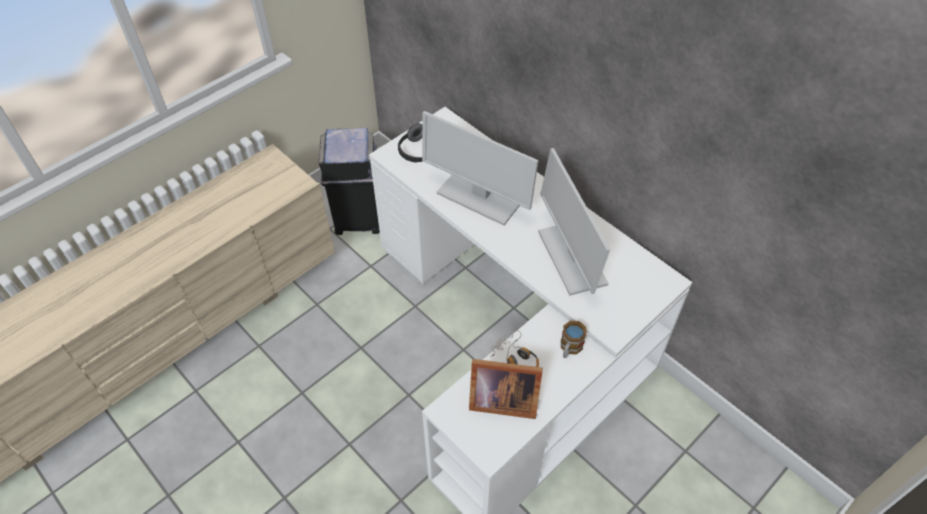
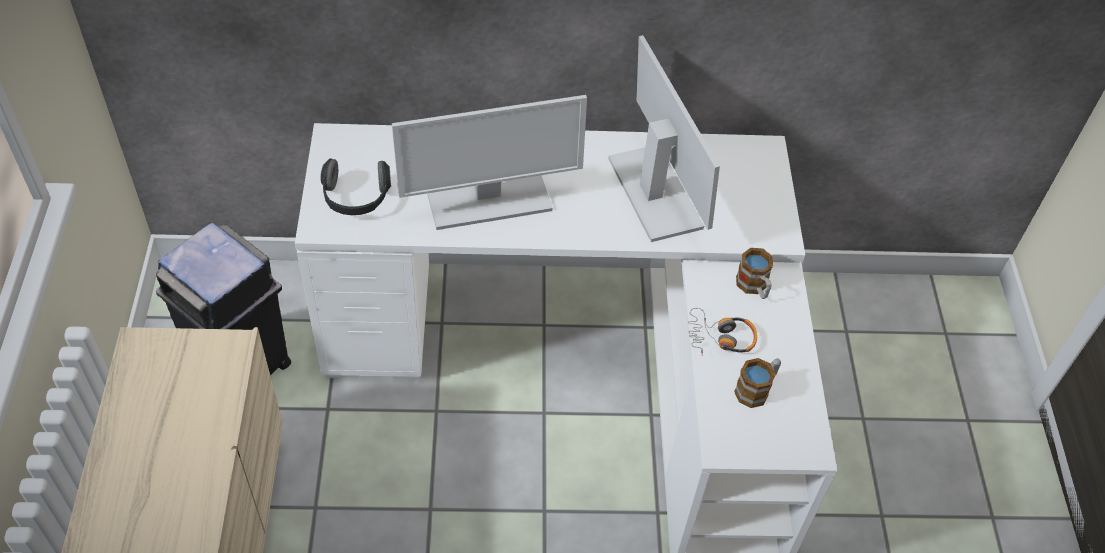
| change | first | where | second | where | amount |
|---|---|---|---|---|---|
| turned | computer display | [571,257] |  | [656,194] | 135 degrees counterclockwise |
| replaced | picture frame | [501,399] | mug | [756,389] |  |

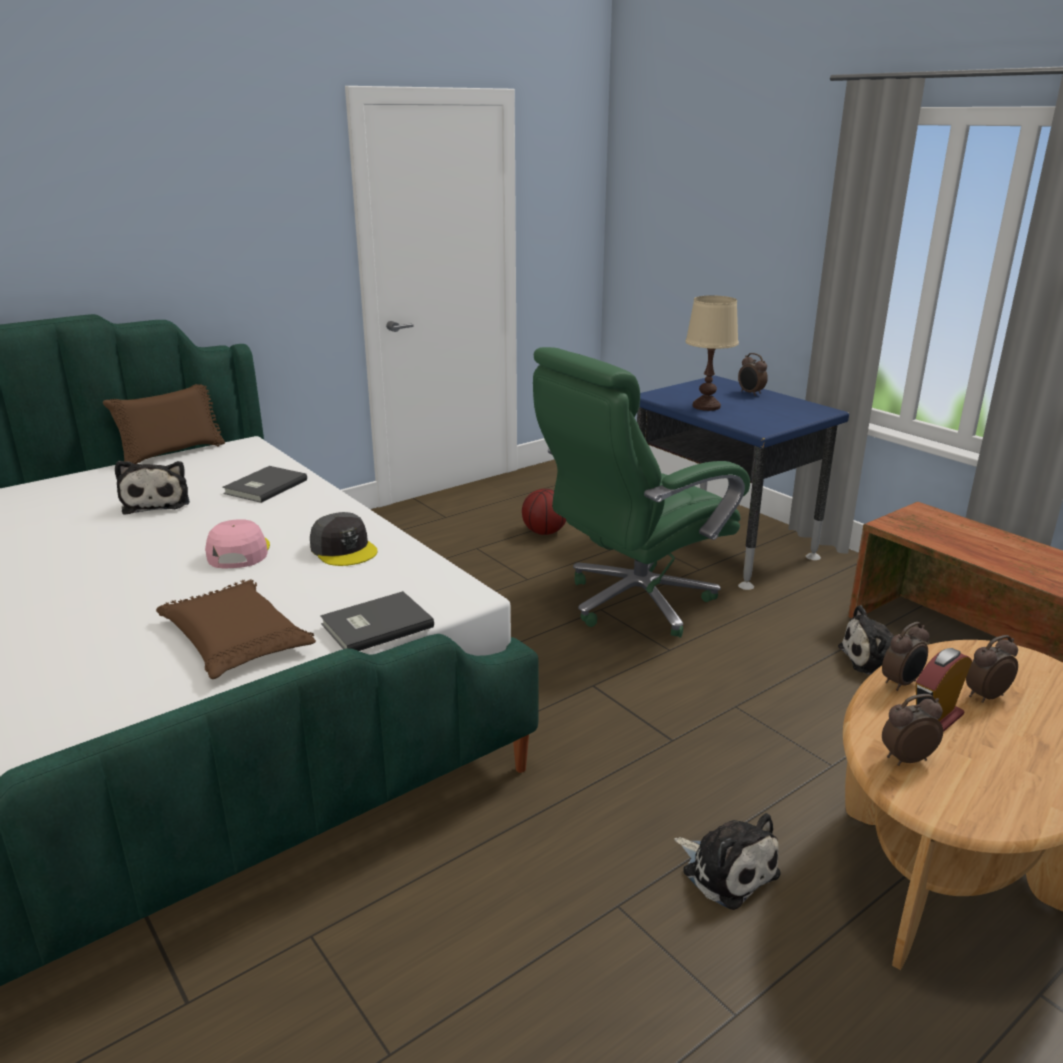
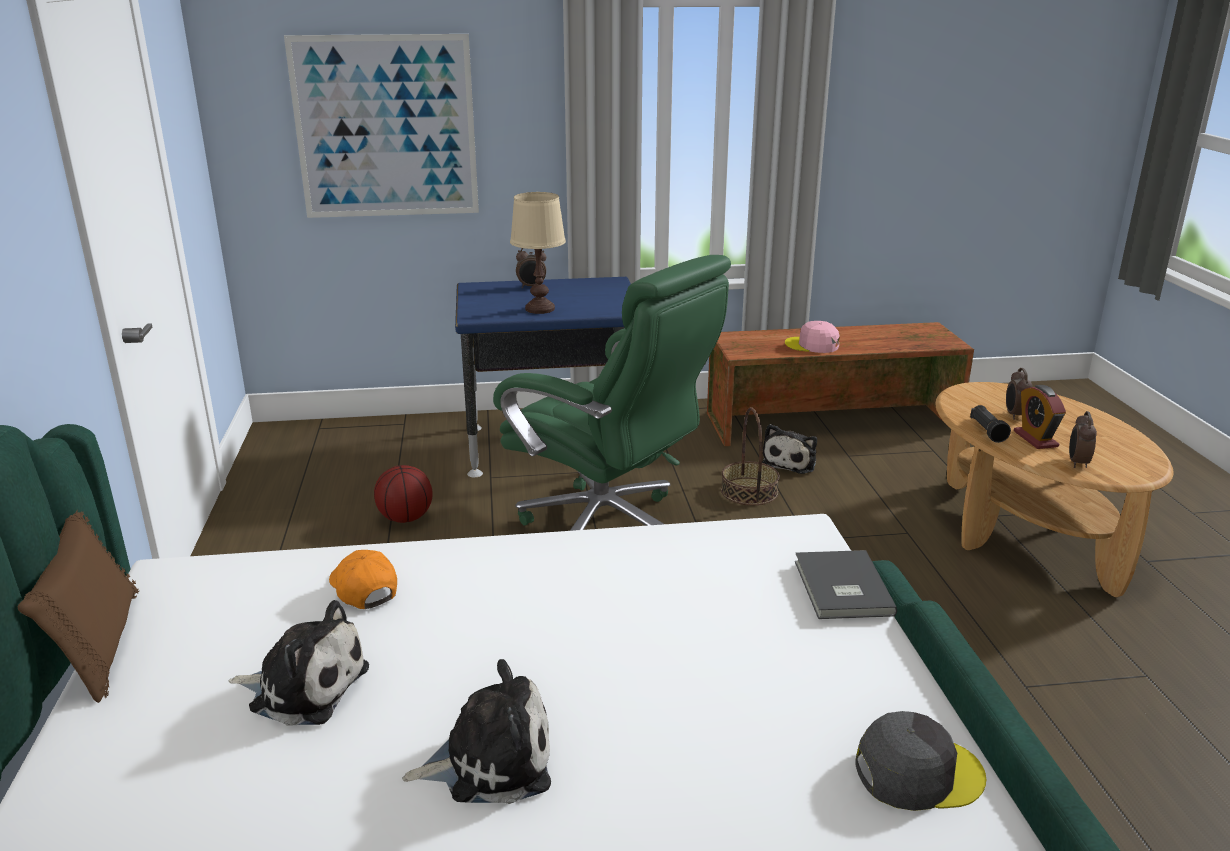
| change | first | where | second | where | amount |
|---|---|---|---|---|---|
| added |  |  | wall picture | [386,127] |  |
| replaced | volume (grey) | [263,487] | peaked cap (orangey) | [363,588] |  |
| moved | plush toy | [726,870] |  | [490,761] |  |
| turned | desk chair (green) | [632,605] |  | [609,525] | 45 degrees counterclockwise |
| added |  |  | household basket | [749,491] |  |
| moved | peaked cap (pink) | [238,552] |  | [812,345] |  |
| moved | peaked cap (grey) | [344,549] |  | [917,772] |  |
| replaced | alarm clock | [901,683] | hand torch (black-coloured) | [987,431] |  |
| removed | cushion (brownish) | [235,637] |  |  |  |

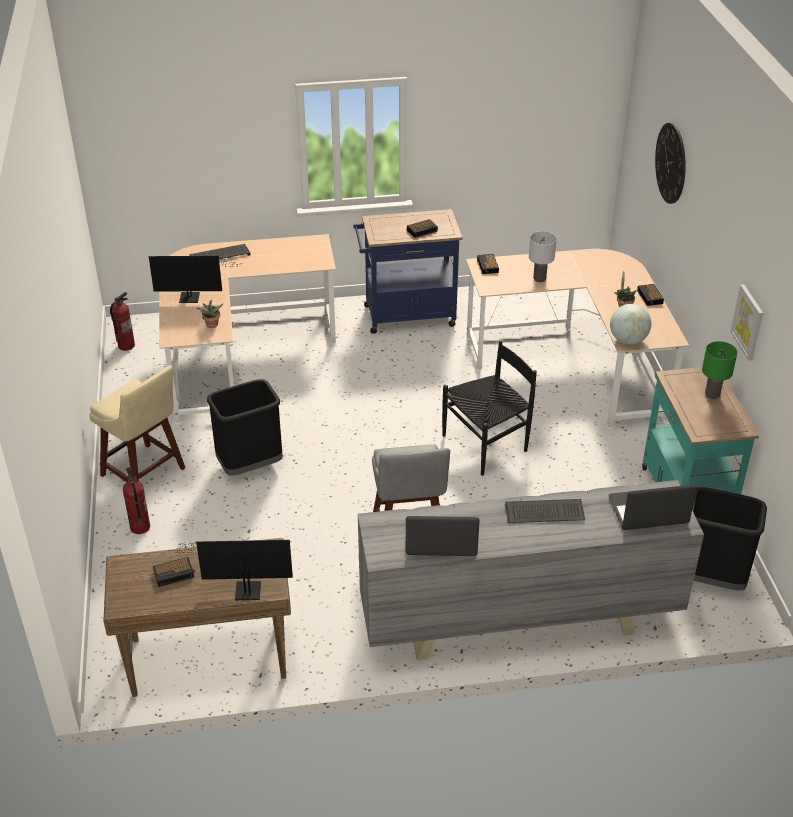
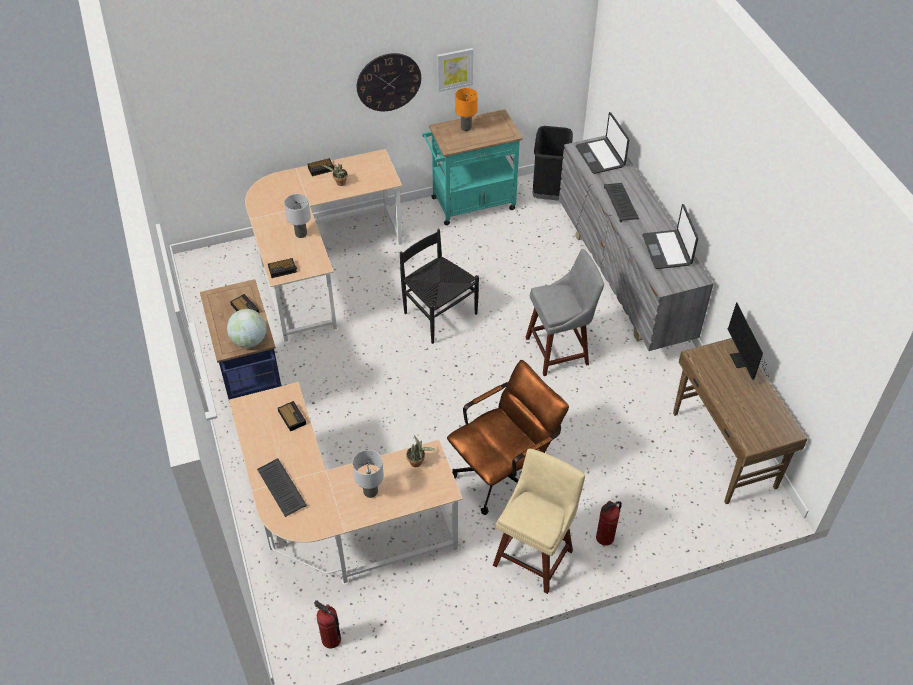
| change | first | where | second | where | amount |
|---|---|---|---|---|---|
| moved | world globe | [628,340] |  | [249,340] |  |
| moved | alarm clock | [174,574] |  | [291,417] |  |
| replaced | computer display | [193,298] | lamp for a table (white-coloured) | [370,492] |  |
| moved | clock on the wall | [671,163] |  | [388,82] |  |
| replaced | trash can (black-coloured) | [250,466] | desk chair (brownish) | [504,473] |  |
| recoloured | lamp for a table (green) | [711,395] | lamp for a table (orangey) | [466,128] |  |

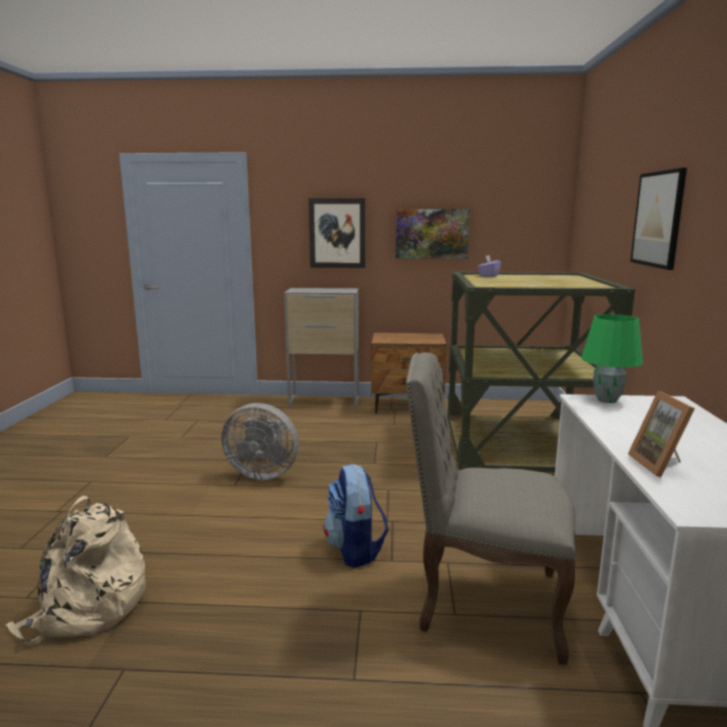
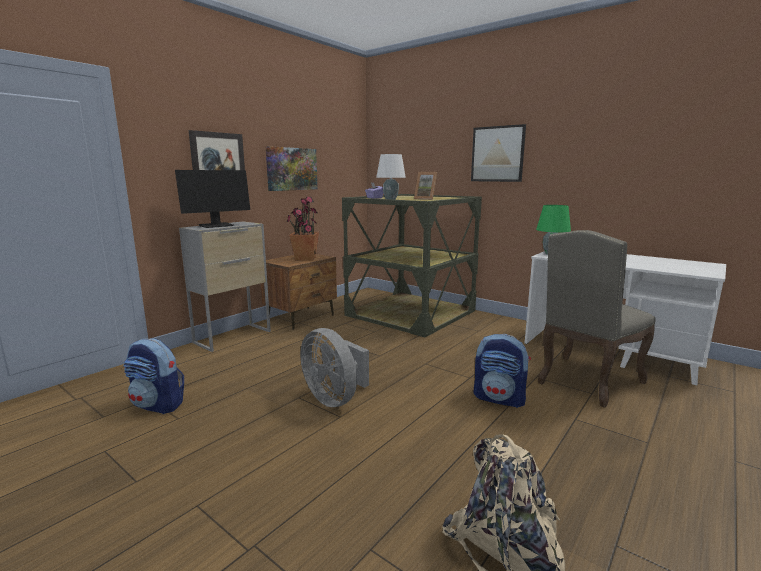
| change | first | where | second | where | amount |
|---|---|---|---|---|---|
| added |  |  | knapsack | [158,405] |  |
| added |  |  | computer display | [216,226] |  |
| added |  |  | houseplant | [305,258] |  |
| turned | fan (grey) | [262,473] |  | [335,398] | 90 degrees clockwise |
| added |  |  | lamp for a table (white-coloured) | [391,199] |  |
| moved | picture frame | [661,465] |  | [426,199] |  |

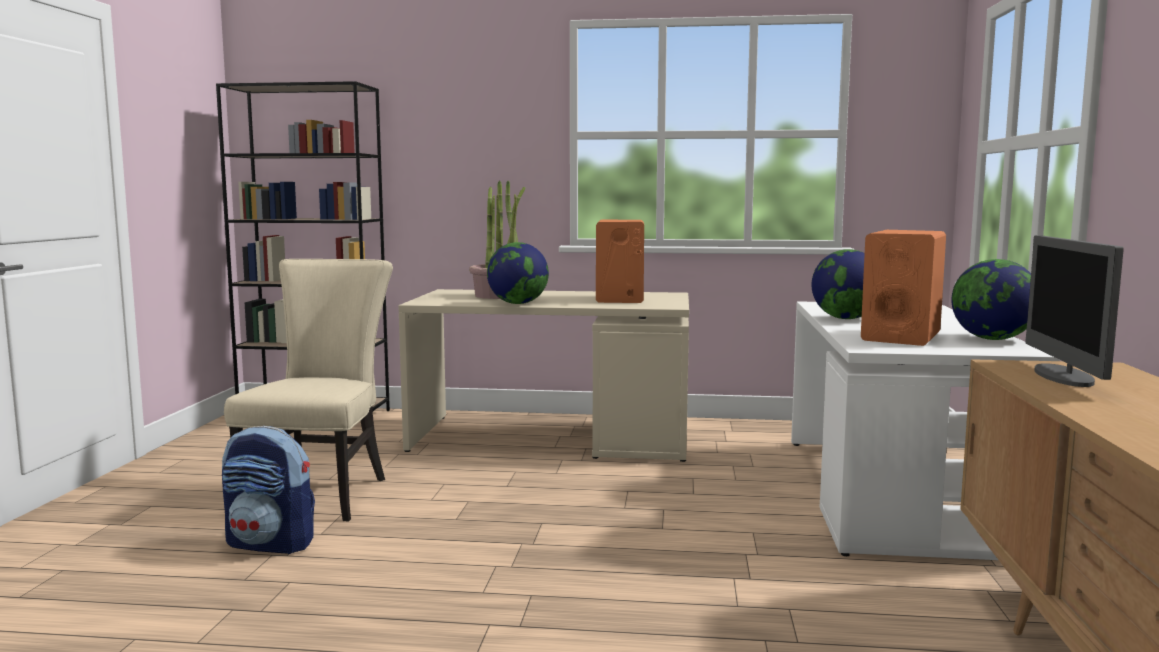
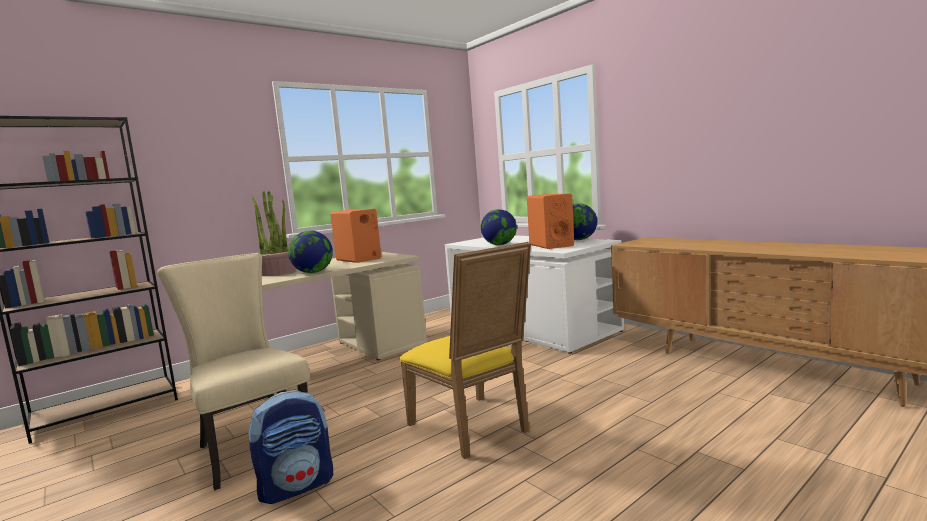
| change | first | where | second | where | amount |
|---|---|---|---|---|---|
| added |  |  | plain chair (yellow-coloured) | [474,428] |  |
| removed | computer display | [1063,376] |  |  |  |

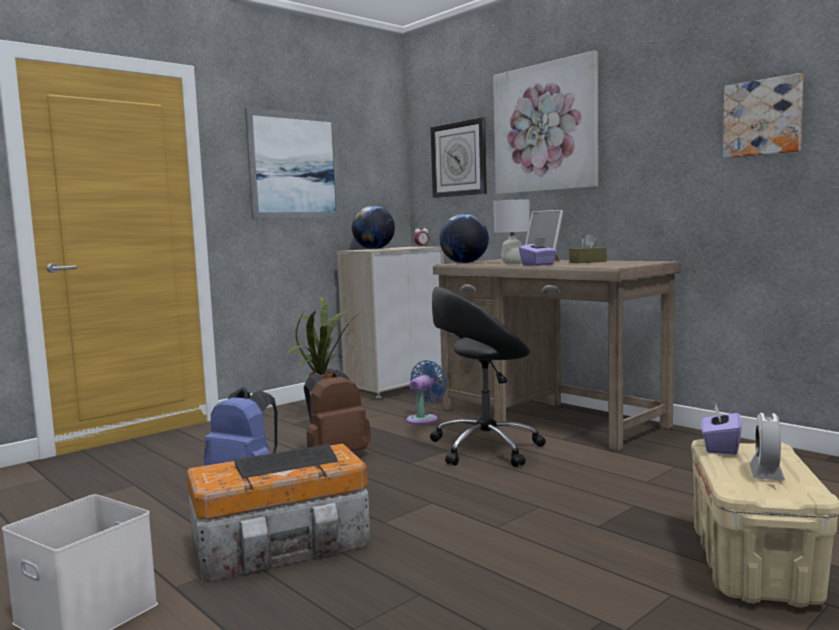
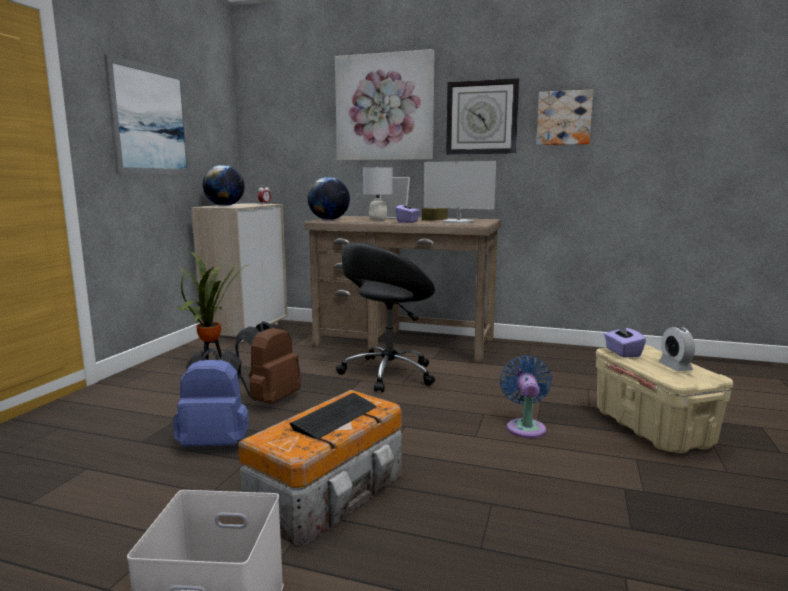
| change | first | where | second | where | amount |
|---|---|---|---|---|---|
| added |  |  | computer display | [458,222] |  |
| moved | clock on the wall | [459,159] |  | [481,118] |  |
| moved | fan (blue) | [424,419] |  | [525,427] |  |

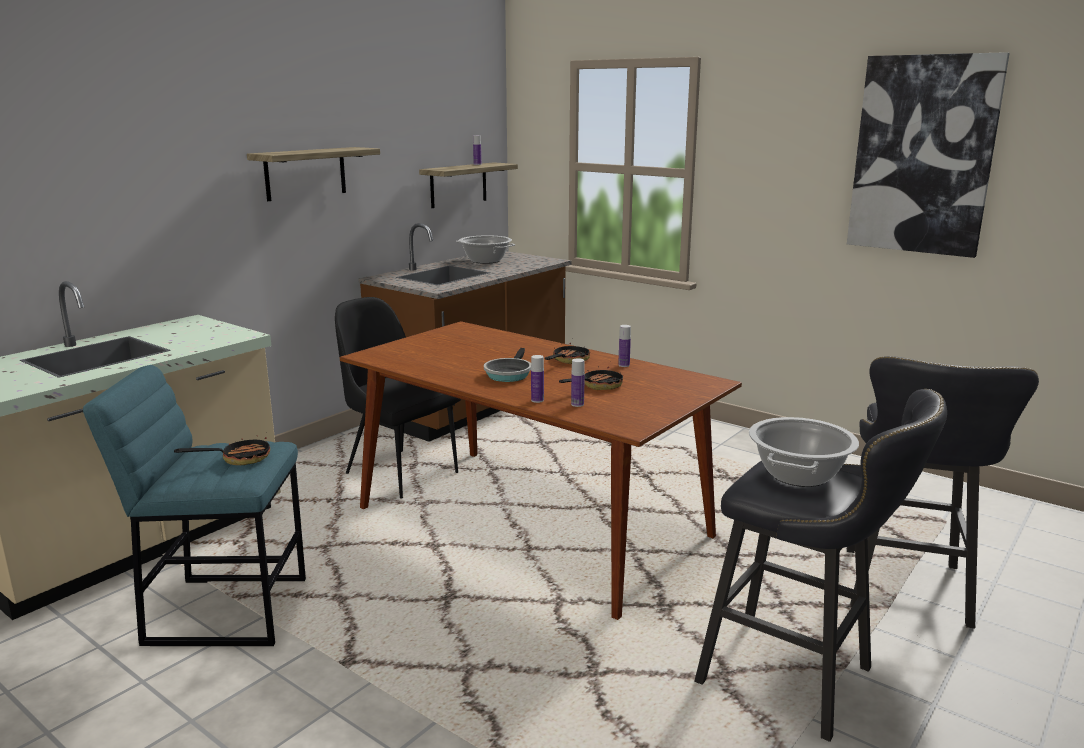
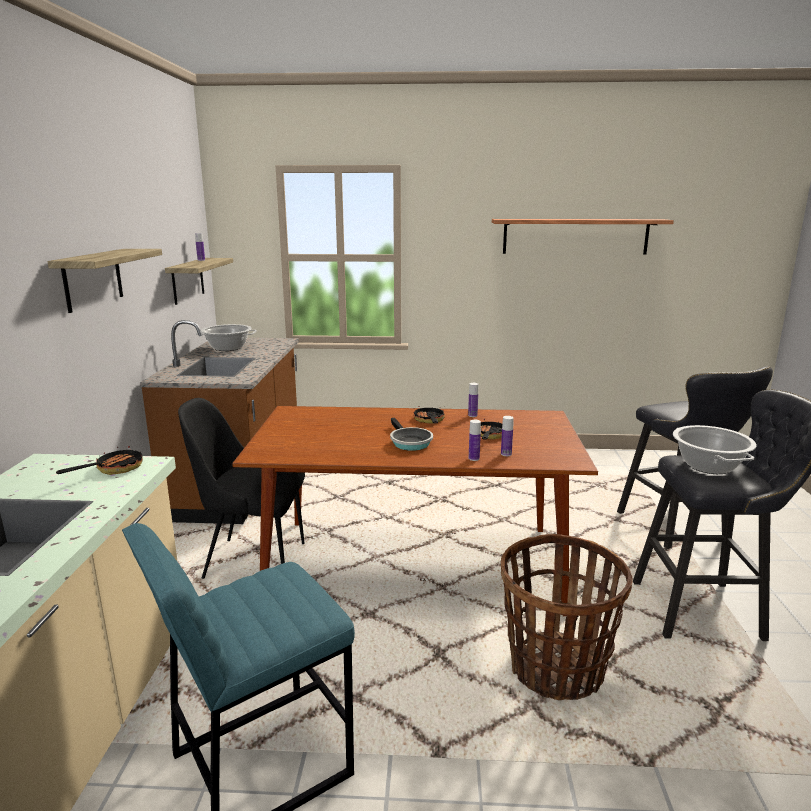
| change | first | where | second | where | amount |
|---|---|---|---|---|---|
| moved | frying pan | [238,459] |  | [113,469] |  |
| replaced | wall picture | [923,155] | wall shelf | [575,236] |  |
| added |  |  | household basket | [556,669] |  |

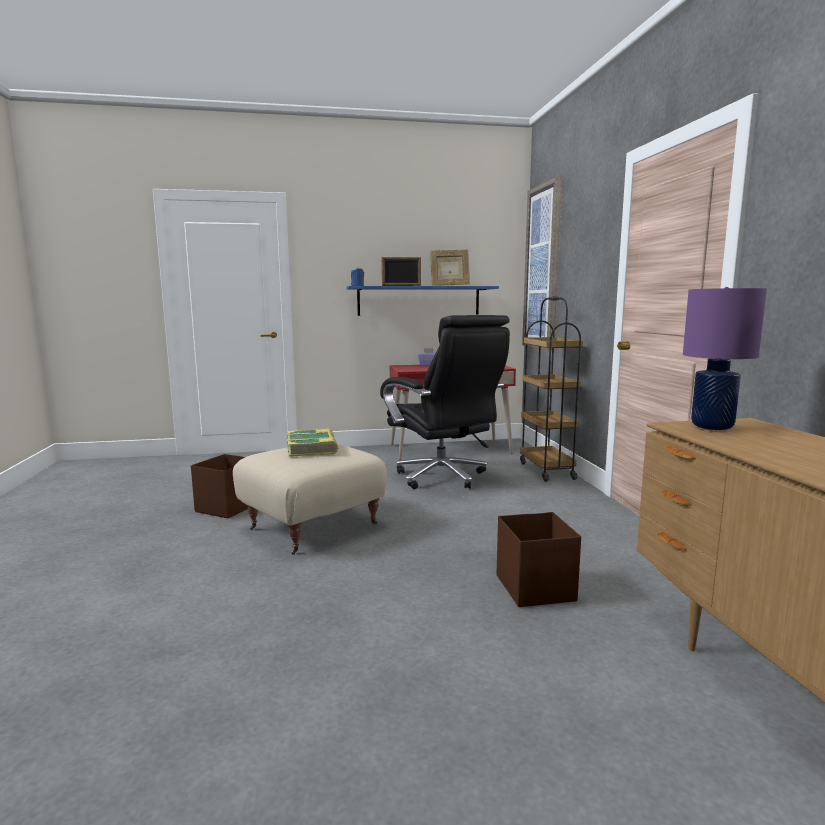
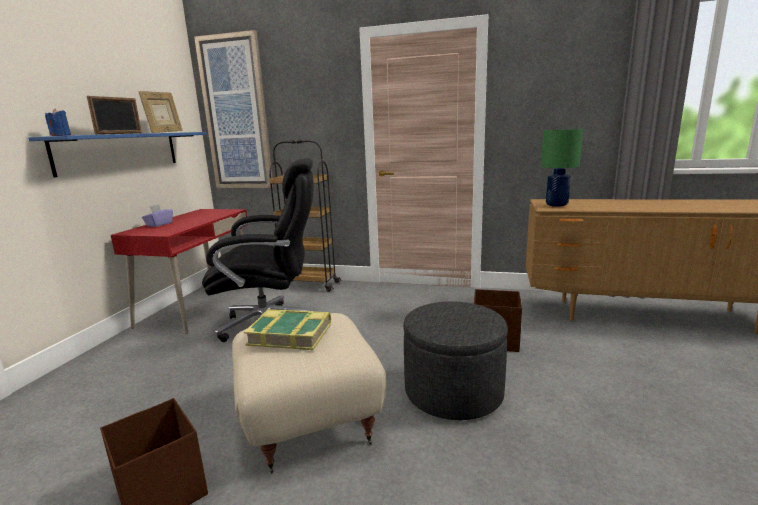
| change | first | where | second | where | amount |
|---|---|---|---|---|---|
| added |  |  | ottoman (grey) | [453,391] |  |
| recoloured | lamp for a table (purple-coloured) | [712,428] | lamp for a table (green) | [557,205] |  |

